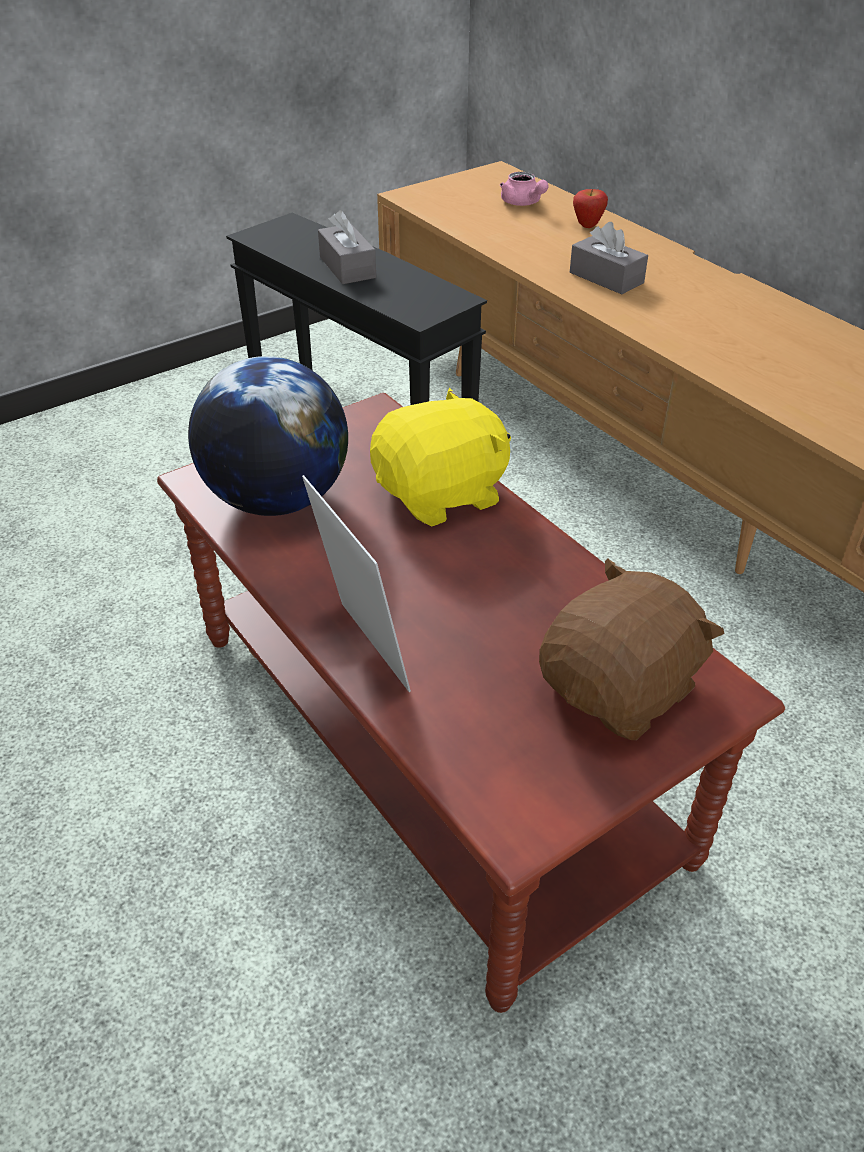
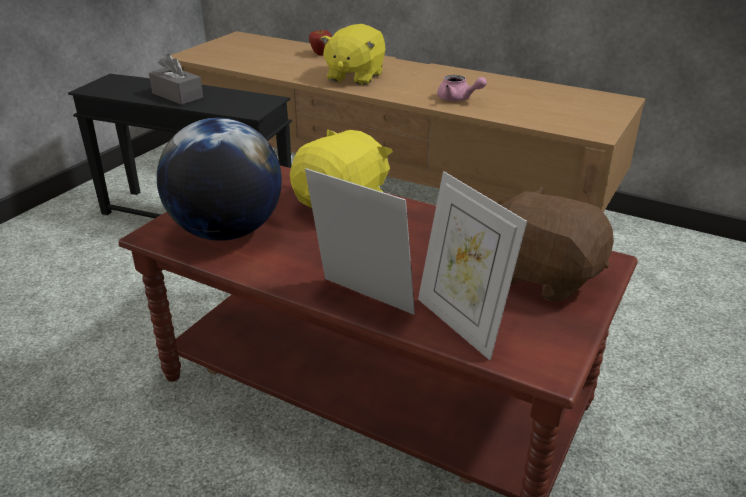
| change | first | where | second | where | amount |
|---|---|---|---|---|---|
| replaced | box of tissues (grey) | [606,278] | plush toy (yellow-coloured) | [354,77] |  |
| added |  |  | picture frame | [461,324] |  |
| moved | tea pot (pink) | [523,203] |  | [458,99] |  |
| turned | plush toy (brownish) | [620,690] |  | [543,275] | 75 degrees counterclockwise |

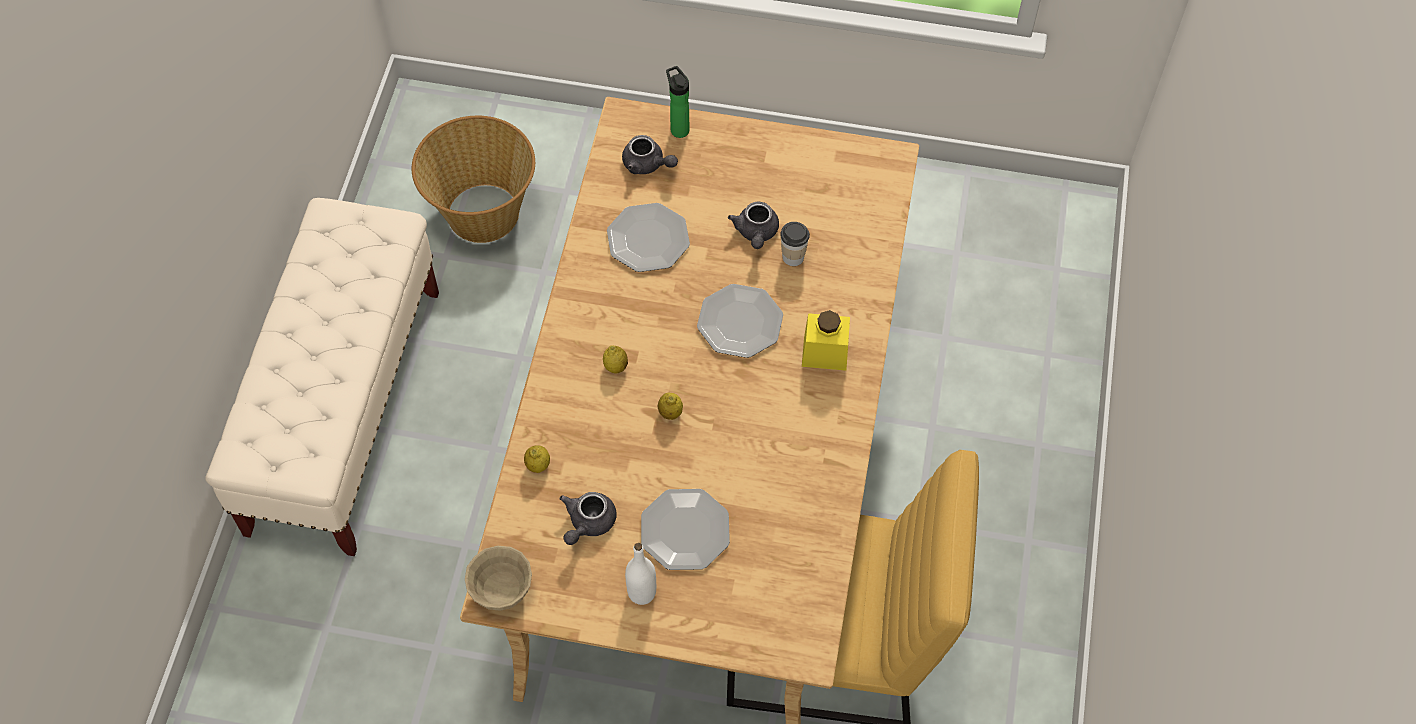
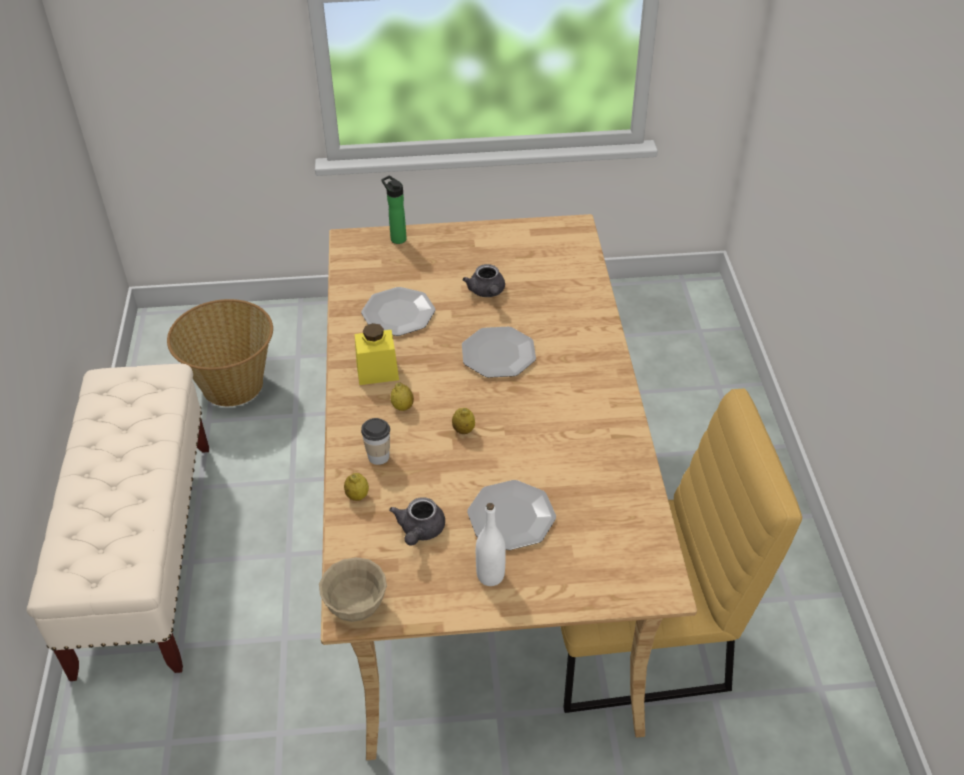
| change | first | where | second | where | amount |
|---|---|---|---|---|---|
| moved | jar (yellow-coloured) | [825,353] |  | [377,371] |  |
| moved | drinking cup | [793,257] |  | [378,456] |  |
| removed | tea pot (grey) | [647,165] |  |  |  |

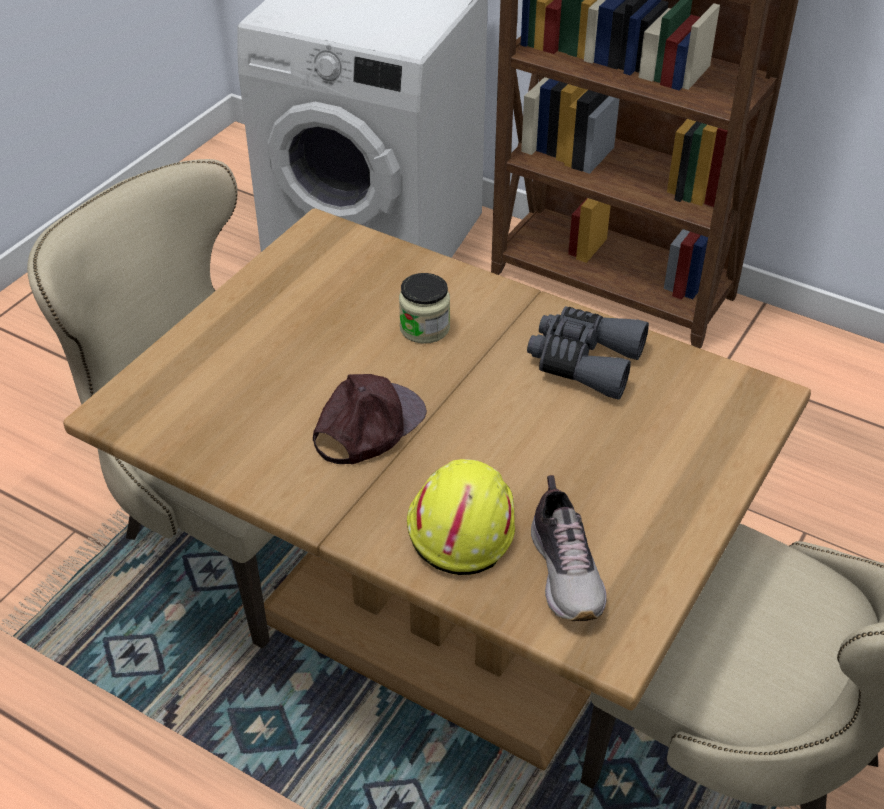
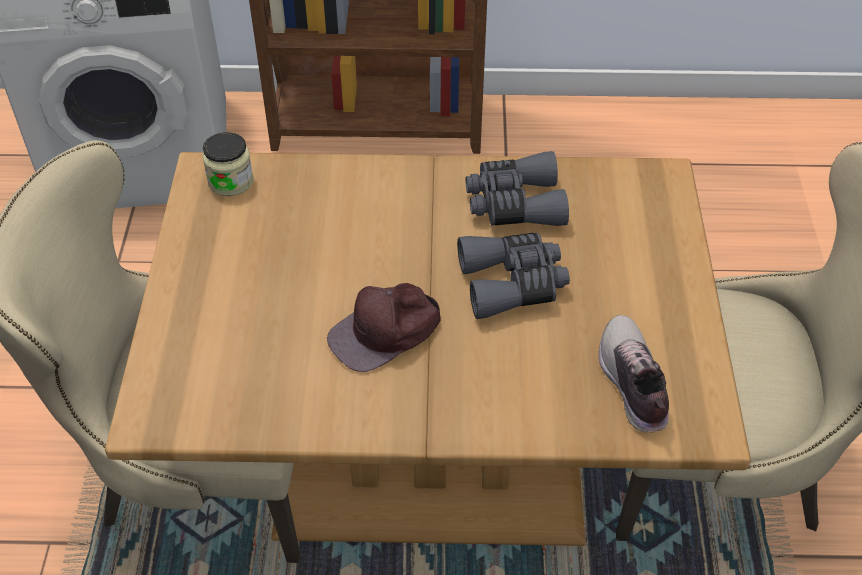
| change | first | where | second | where | amount |
|---|---|---|---|---|---|
| moved | jar | [424,328] |  | [231,181] |  |
| turned | peaked cap (brownish) | [368,425] |  | [386,332] | 135 degrees counterclockwise |
| added |  |  | pair of binoculars (grey) | [512,283] |  |
| turned | low shoe | [567,571] |  | [631,383] | 150 degrees counterclockwise |
| removed | safety helmet (yellow-coloured) | [460,525] |  |  |  |

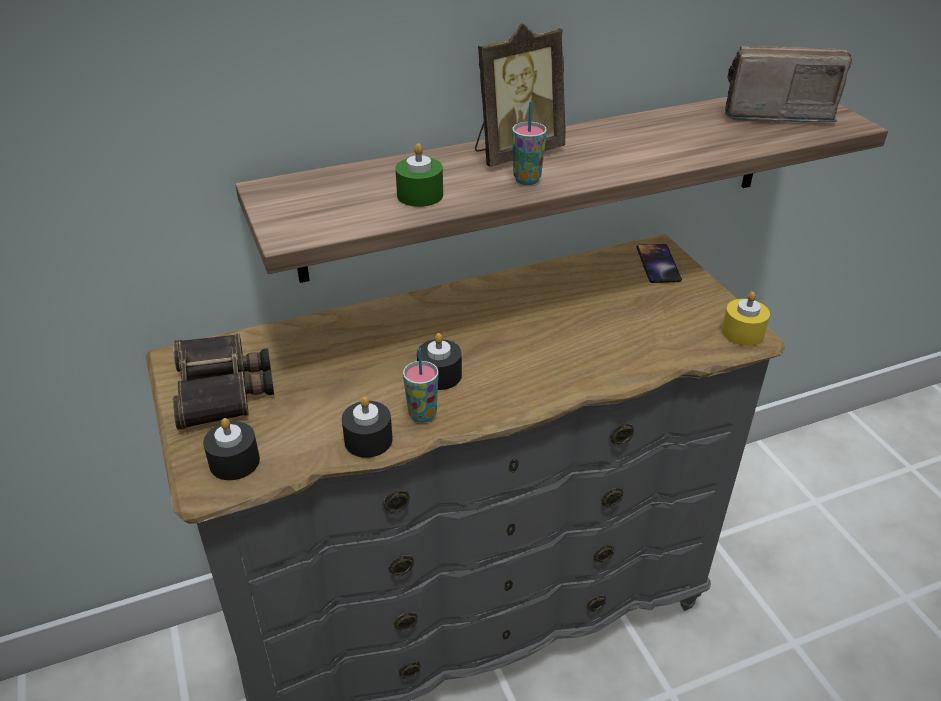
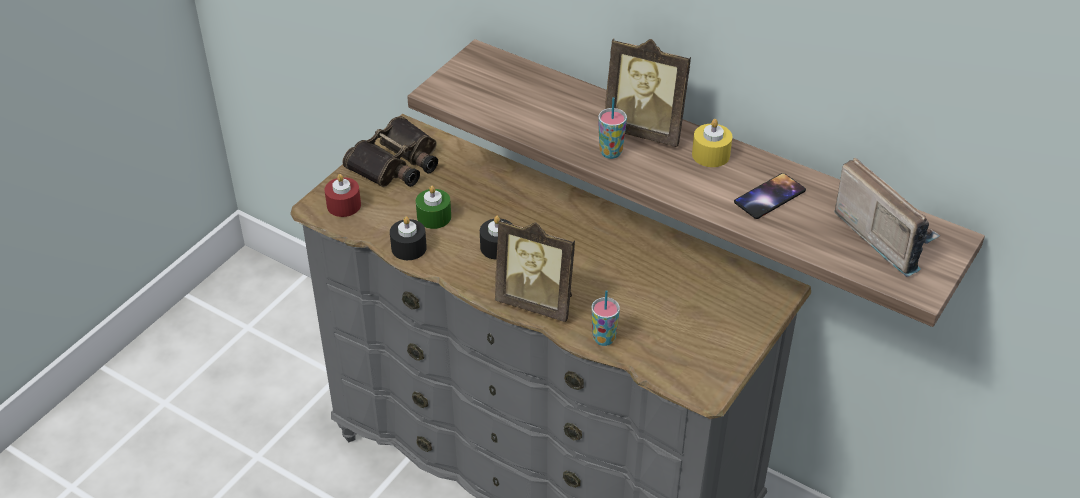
| change | first | where | second | where | amount |
|---|---|---|---|---|---|
| recoloured | candle (black-coloured) | [234,462] | candle (reddish) | [344,205] |  |
| moved | candle (green) | [420,195] |  | [434,217] |  |
| added |  |  | picture frame | [537,302] |  |
| moved | drinking cup | [422,414] |  | [604,339] |  |
| moved | candle (yellow-coloured) | [742,333] |  | [710,155] |  |
| moved | handset | [658,264] |  | [769,196] |  |

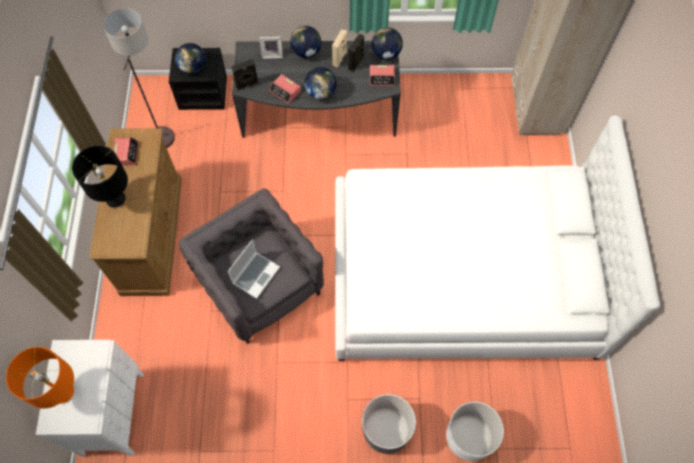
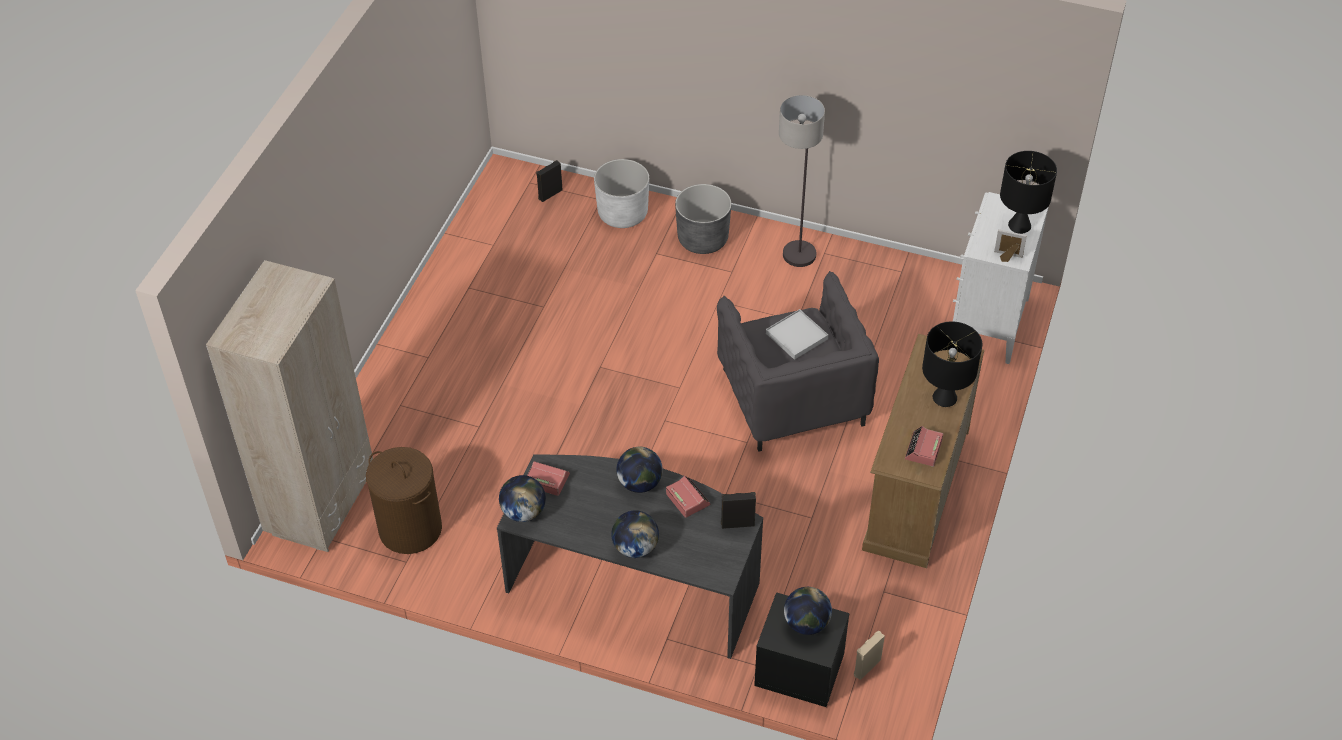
| change | first | where | second | where | amount |
|---|---|---|---|---|---|
| added |  |  | hamper (brownish) | [410,529] |  |
| moved | audio speaker (black-coloured) | [356,63] |  | [549,194] |  |
| replaced | portable computer | [255,274] | serving tray (white-coloured) | [796,336] |  |
| moved | standard lamp (grey) | [163,132] |  | [794,261] |  |
| moved | audio speaker (beige-coloured) | [340,59] |  | [866,667] |  |
| moved | picture frame | [272,54] |  | [1007,258] |  |
| recoloured | lamp for a table (orangey) | [63,393] | lamp for a table (black-coloured) | [1019,227] |  |
| removed | bedroom bed (white-coloured) | [462,276] |  |  |  |

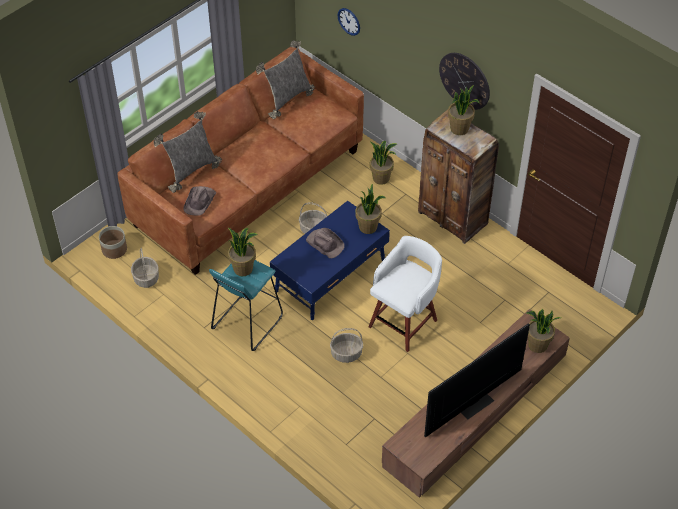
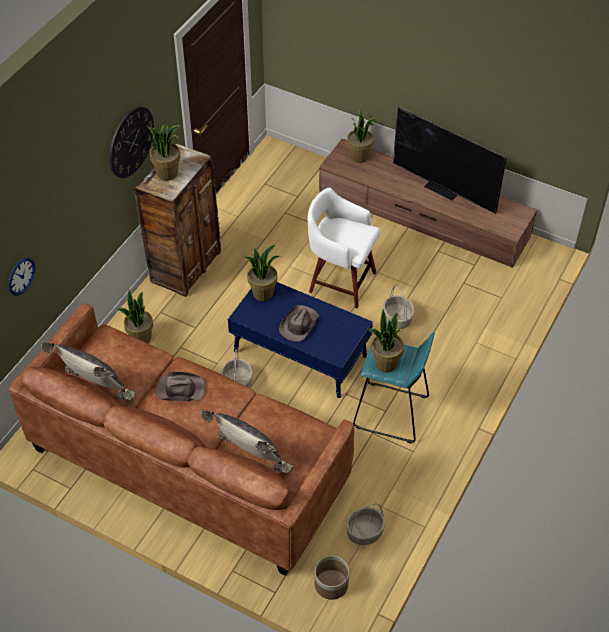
| change | first | where | second | where | amount |
|---|---|---|---|---|---|
| moved | wearable hat (brownish) | [200,201] |  | [180,389] |  |

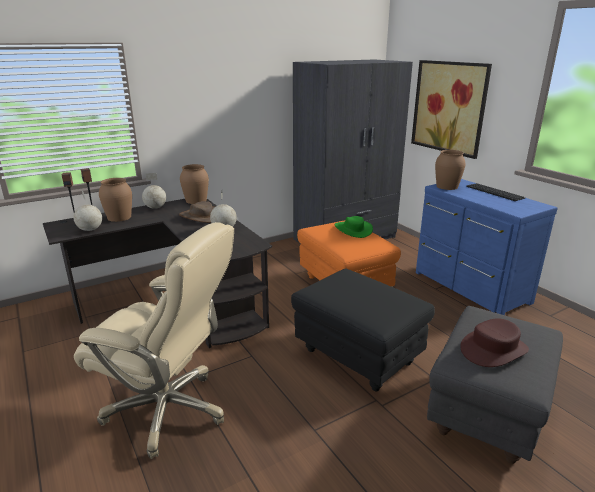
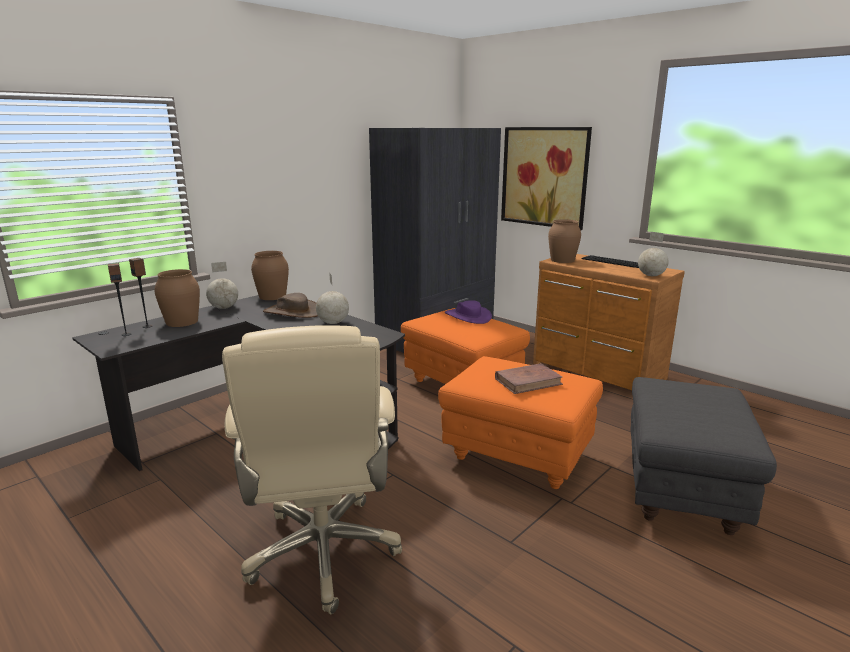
| change | first | where | second | where | amount |
|---|---|---|---|---|---|
| turned | desk chair (beige-coloured) | [169,413] |  | [322,556] | 75 degrees clockwise |
| recoloured | ottoman (black-coloured) | [359,357] | ottoman (orangey) | [518,457] |  |
| recoloured | wearable hat (green) | [353,229] | wearable hat (purple-coloured) | [468,316] |  |
| added |  |  | volume (brownish) | [528,381] |  |
| recoloured | chest of drawers (blue) | [469,288] | chest of drawers (brownish) | [597,372] |  |
| moved | world globe | [90,230] |  | [651,276] |  |
| removed | wearable hat (brownish) | [493,349] |  |  |  |

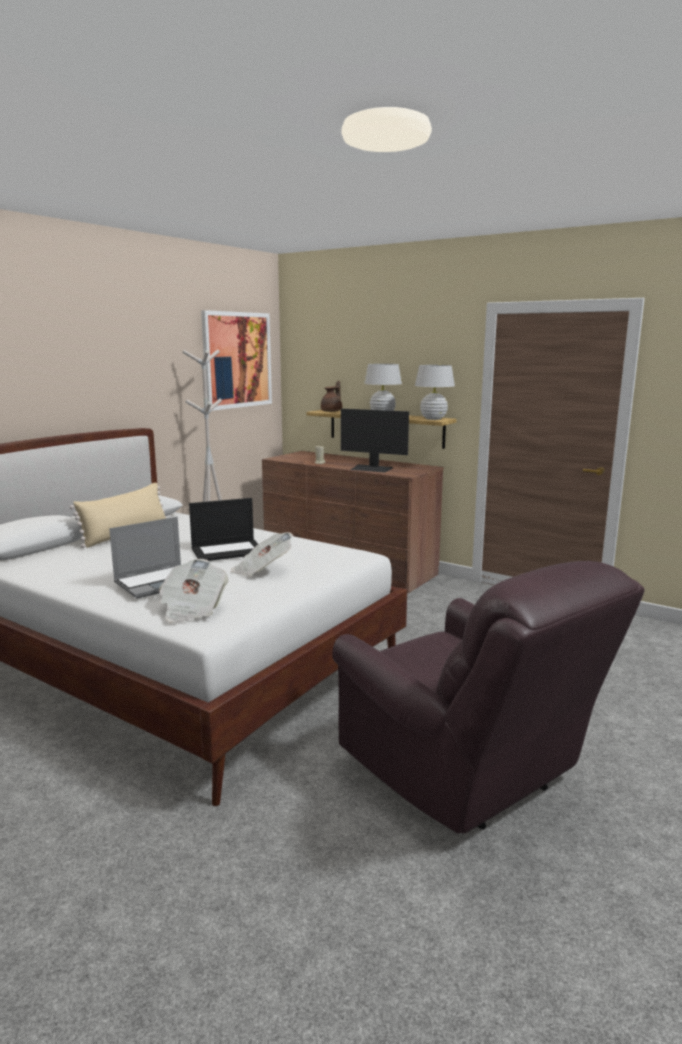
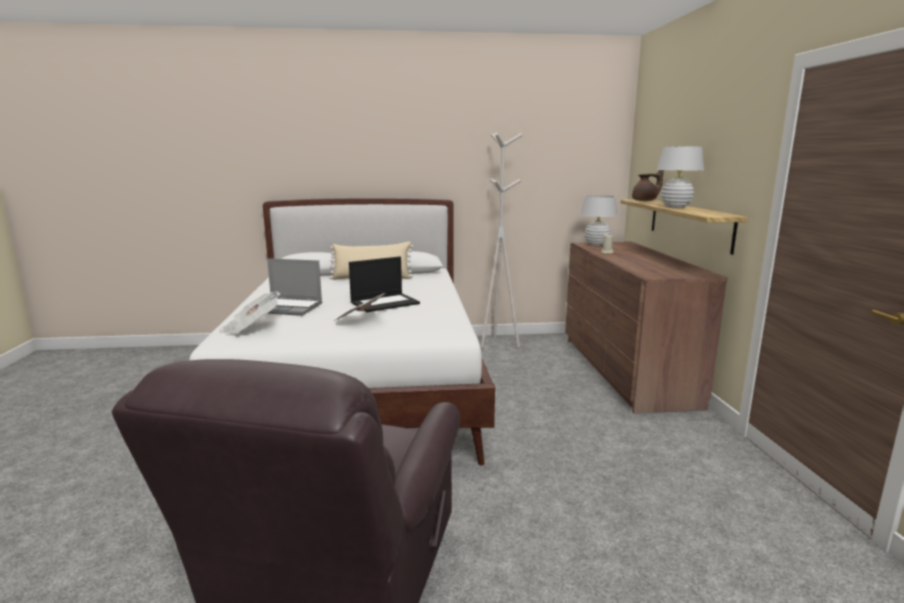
| change | first | where | second | where | amount |
|---|---|---|---|---|---|
| turned | portable computer | [228,550] |  | [385,303] | 60 degrees counterclockwise |
| moved | lamp for a table (white-coloured) | [433,419] |  | [596,244] |  |
| removed | wall picture | [237,360] |  |  |  |
| removed | computer display | [372,468] |  |  |  |

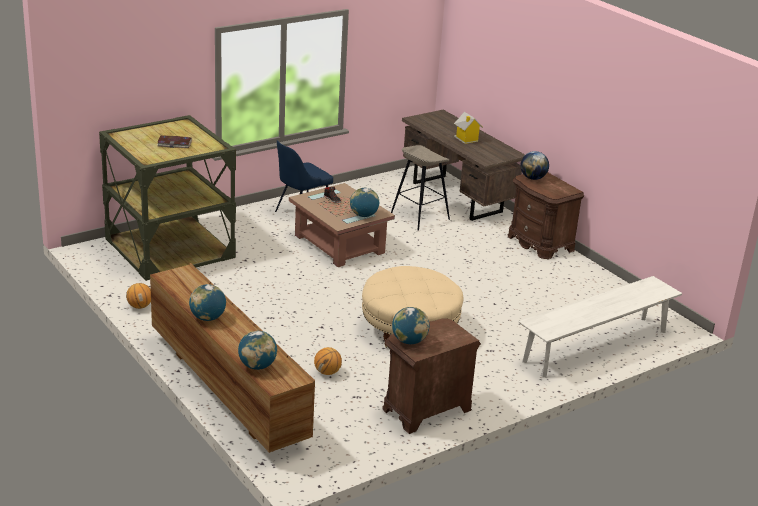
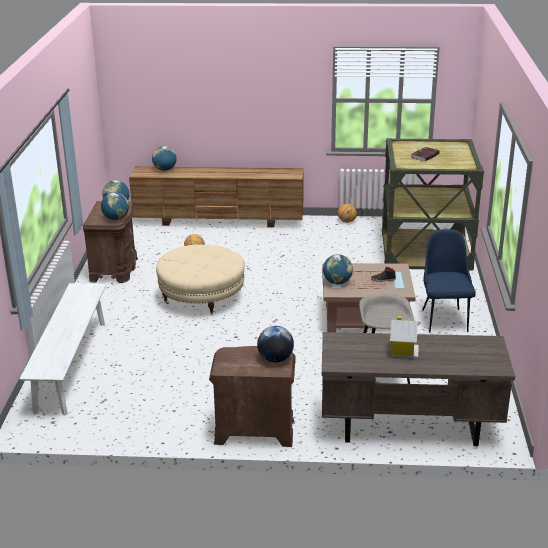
| change | first | where | second | where | amount |
|---|---|---|---|---|---|
| moved | world globe | [207,318] |  | [116,218] |  |

